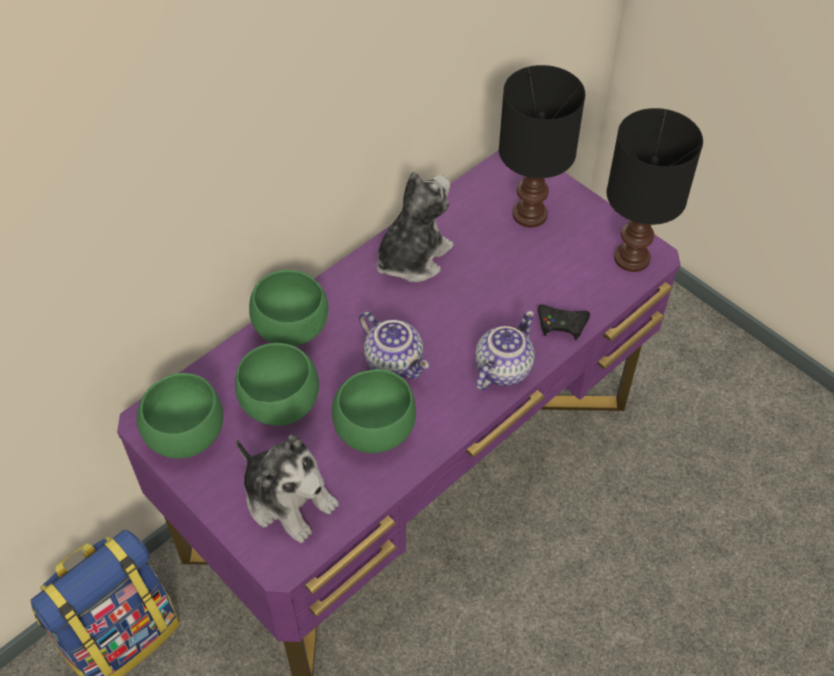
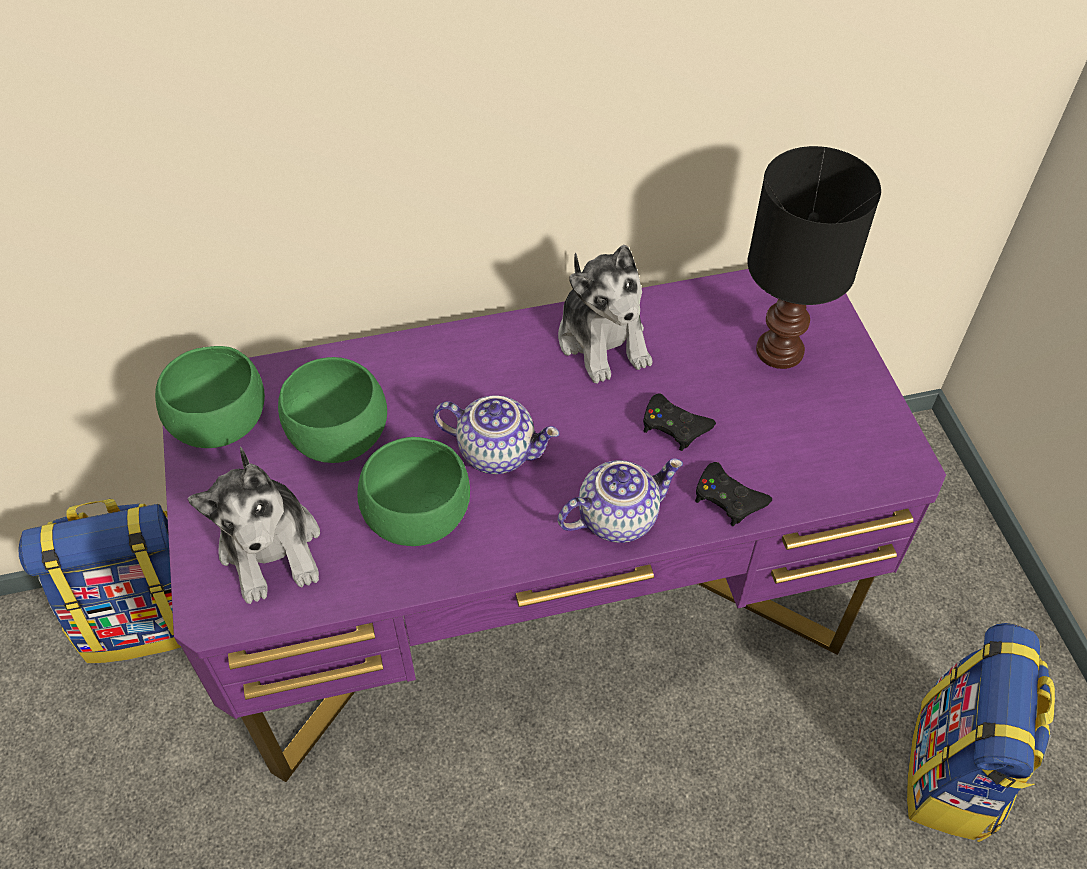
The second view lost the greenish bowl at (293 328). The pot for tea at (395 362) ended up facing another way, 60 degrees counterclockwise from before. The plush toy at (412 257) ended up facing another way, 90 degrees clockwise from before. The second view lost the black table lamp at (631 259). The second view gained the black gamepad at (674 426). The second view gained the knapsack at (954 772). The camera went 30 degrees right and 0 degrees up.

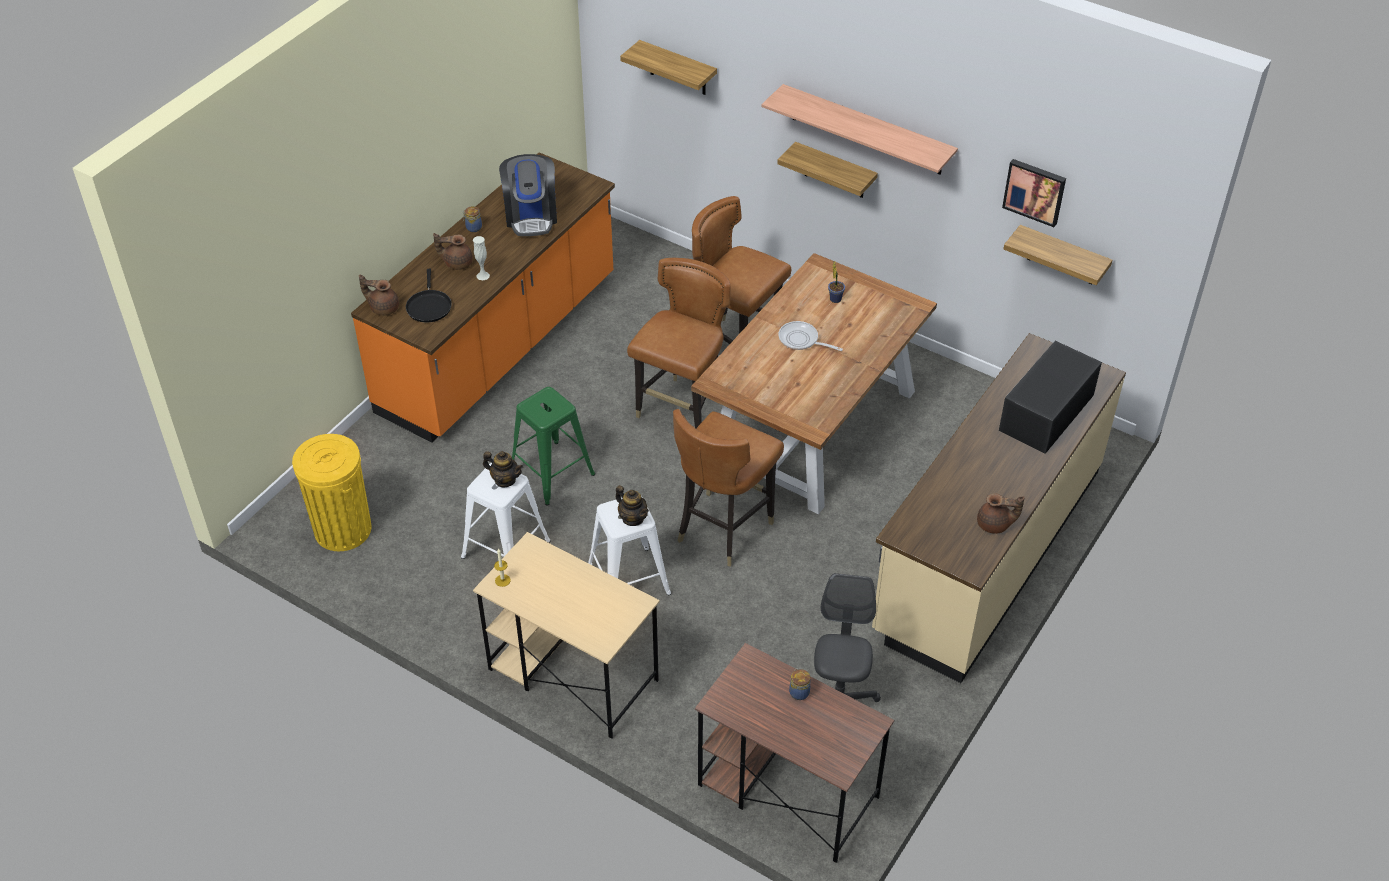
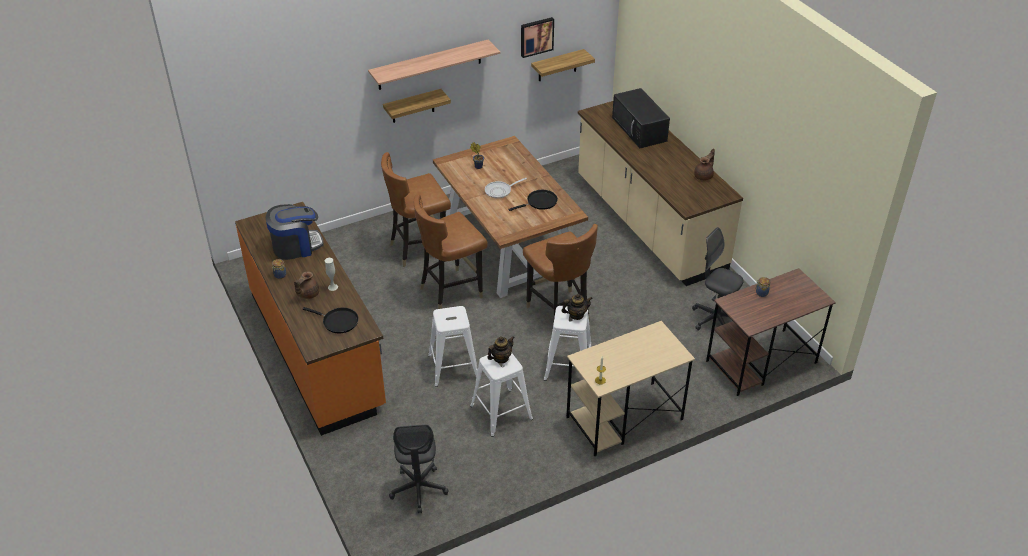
Where the yellowish trash can stood at (342 529), the greyish desk chair came to stand at (418 489). The second view lost the brownish pot for tea at (383 307). The coffee brewer at (531 216) ended up facing another way, 45 degrees counterclockwise from before. What was the greenish stool at (553 472) turned into the white-coloured stool at (454 366). The second view lost the bracket shelf at (678 69). The brownish upright chair at (682 410) ended up facing another way, 90 degrees counterclockwise from before. The second view gained the black pan at (540 202). The camera went 60 degrees left and 5 degrees down.

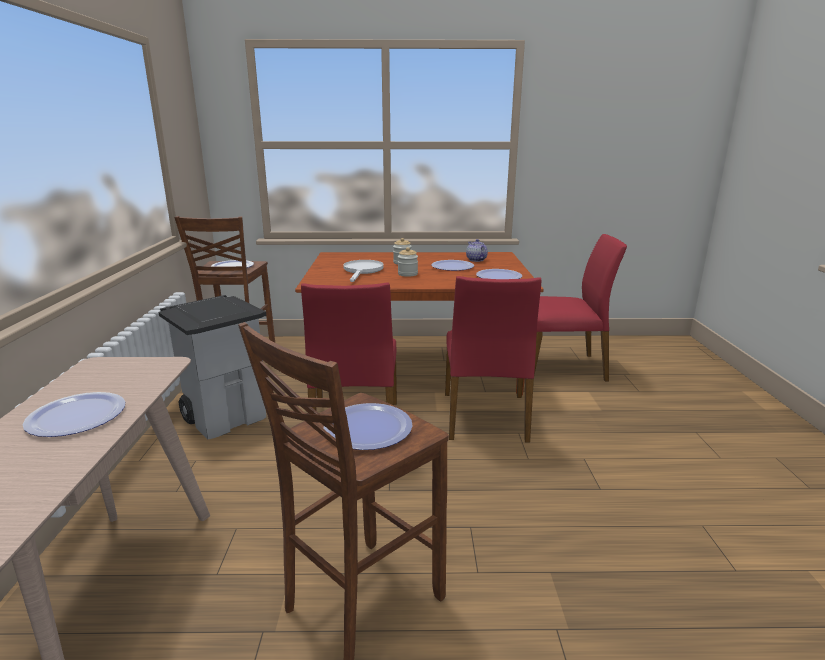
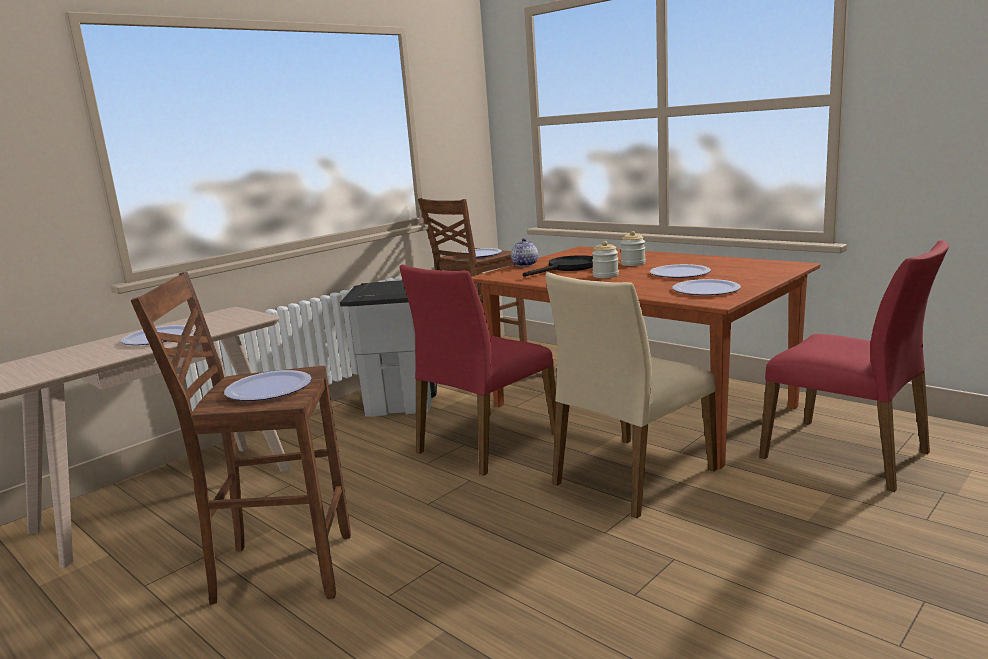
What was the white-coloured pan at (362 271) turned into the black pan at (568 268). What was the red-coloured upright chair at (485 417) turned into the beige upright chair at (631 476). The pot for tea ended up elsewhere, having gone from (476 260) to (524 265). The camera went 45 degrees right and 5 degrees down.

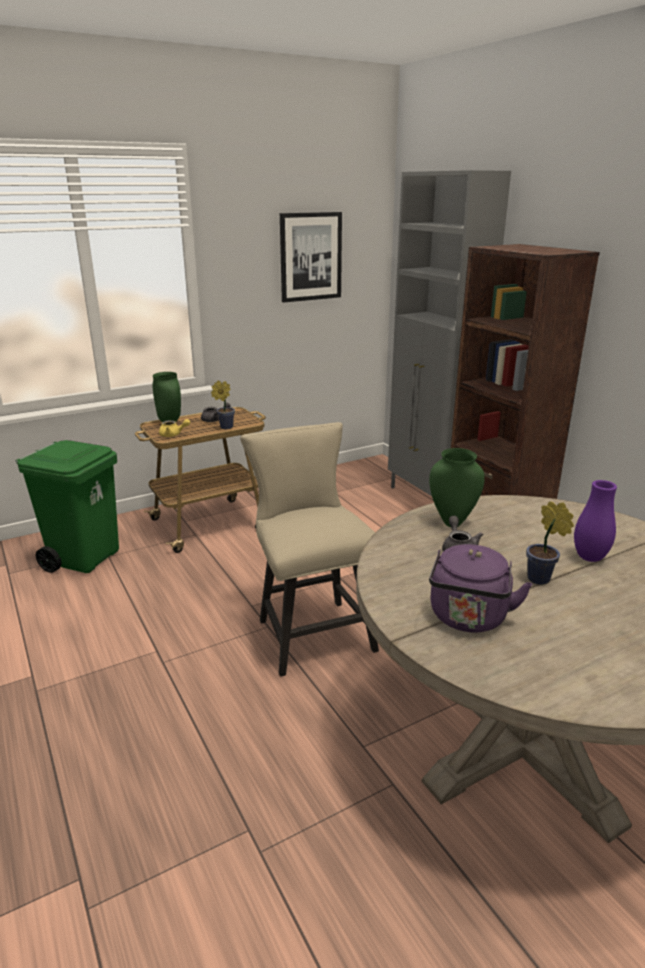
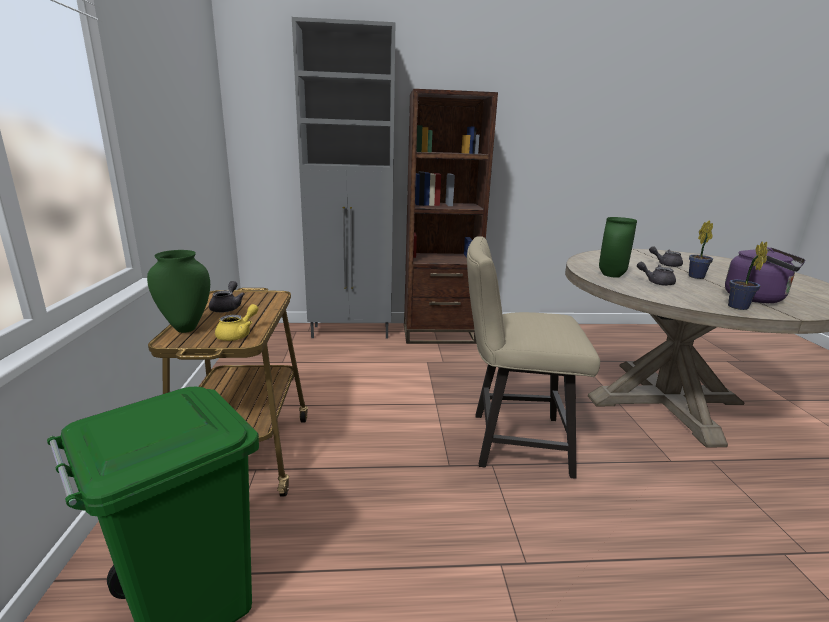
The plant in a pot ended up elsewhere, having gone from (224 427) to (738 308). The second view lost the wall art at (310 257). Where the purplish flower vase stood at (589 558), the greyish pot for tea came to stand at (666 264). The camera went 65 degrees left and 5 degrees down.

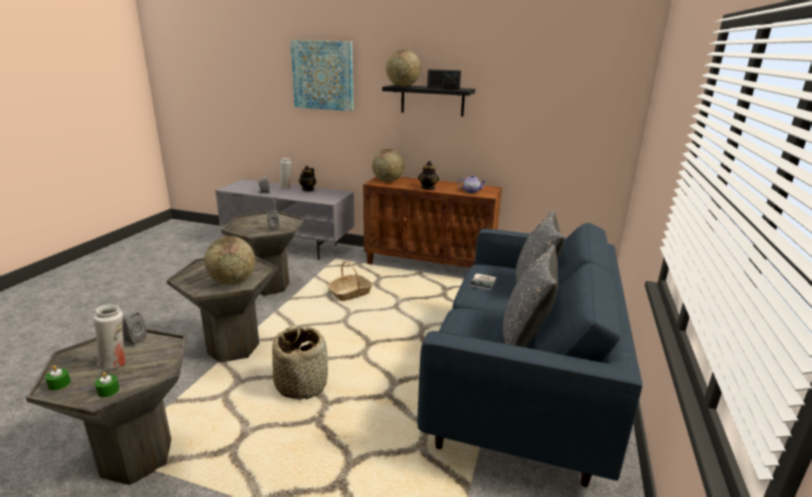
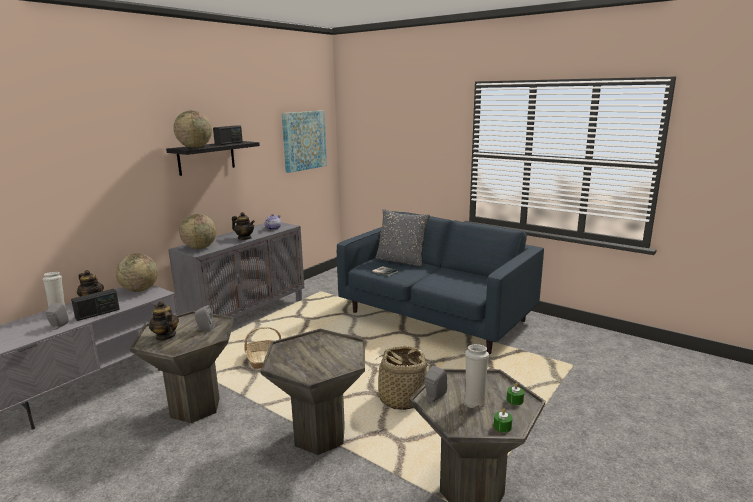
The world globe ended up elsewhere, having gone from (232 281) to (140 290). The wall art ended up elsewhere, having gone from (323 75) to (304 140). What was the brownish cabinet at (430 265) turned into the greyish cabinet at (247 315). The second view lost the greyish cushion at (524 336). The second view gained the radio receiver at (97 314). The second view gained the pot for tea at (165 336). The camera went 70 degrees left and 5 degrees down.

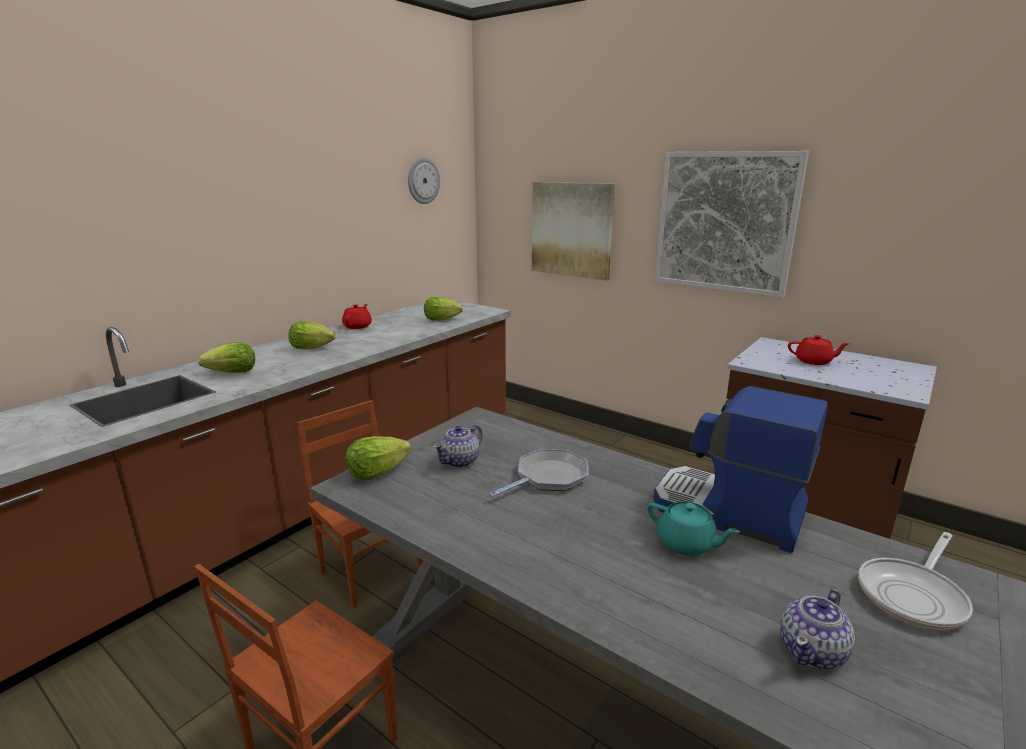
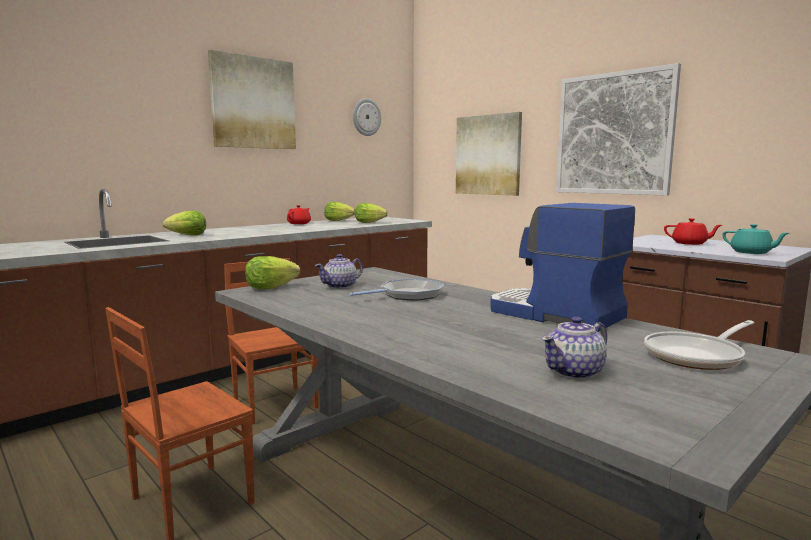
The lettuce ended up elsewhere, having gone from (311 348) to (338 221). The blue-green pot for tea ended up elsewhere, having gone from (686 544) to (751 252). The second view gained the wall art at (253 103). The camera went 10 degrees right and 10 degrees down.

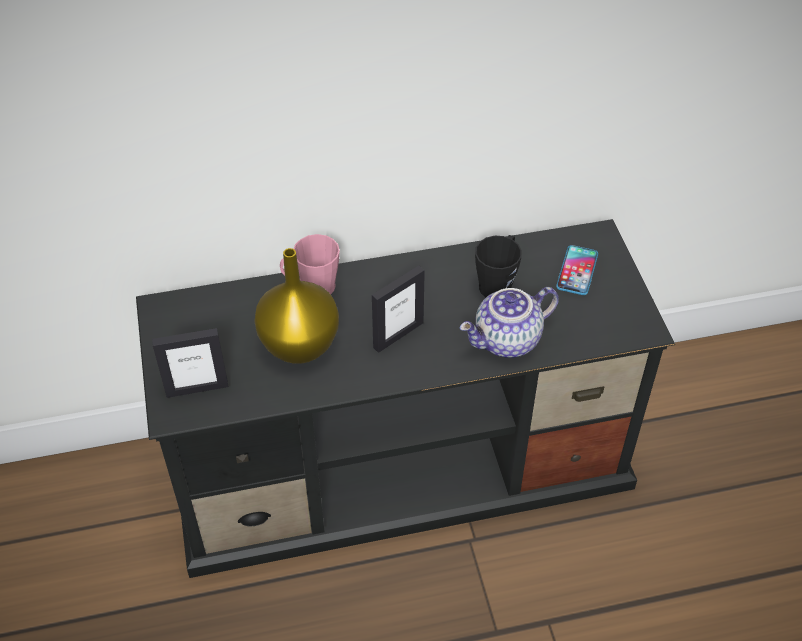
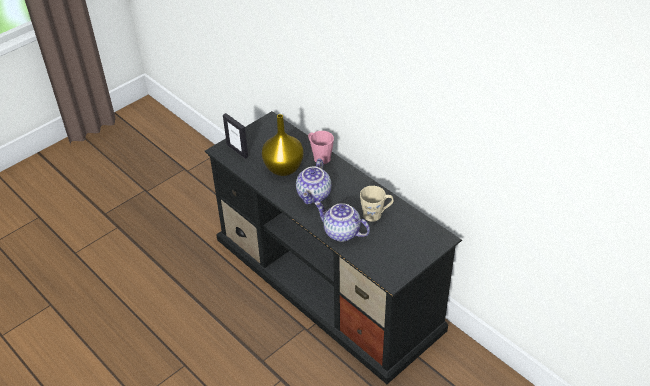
Where the picture frame stood at (398 335), the pot for tea came to stand at (314 195). What was the black coffee mug at (497 283) turned into the beige coffee mug at (376 214). The second view lost the handset at (577 271). The camera went 60 degrees right and 5 degrees down.

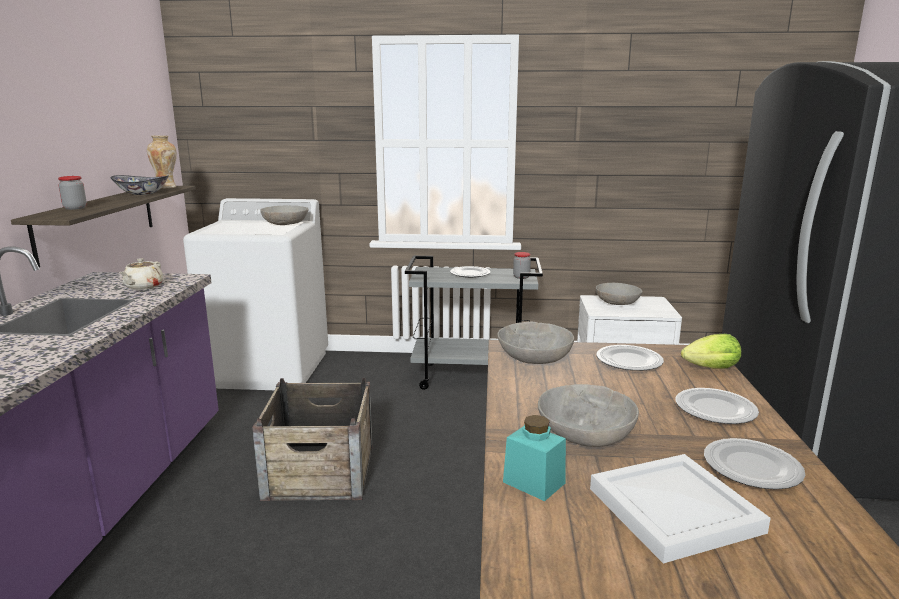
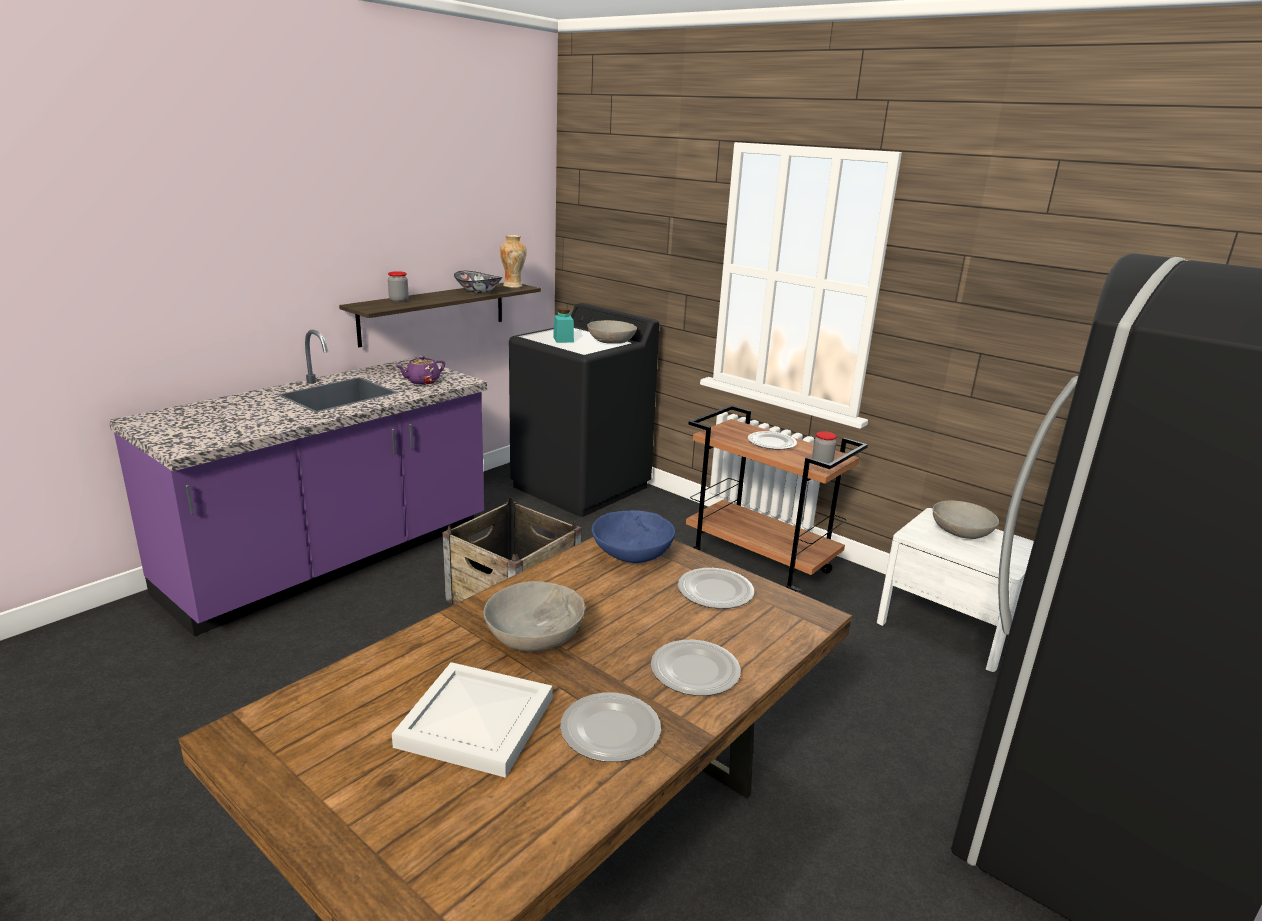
What was the beige pot for tea at (143 287) turned into the purplish pot for tea at (422 381). What was the white-coloured laundry appliance at (270 369) turned into the black laundry appliance at (581 487). What was the greyish wheeled cart at (474 377) turned into the brownish wheeled cart at (761 564). What was the greyish bowl at (534 357) turned into the blue bowl at (631 552). The blue-green jar ended up elsewhere, having gone from (534 482) to (563 339). The second view lost the lettuce at (707 369). The camera went 35 degrees right and 5 degrees up.

